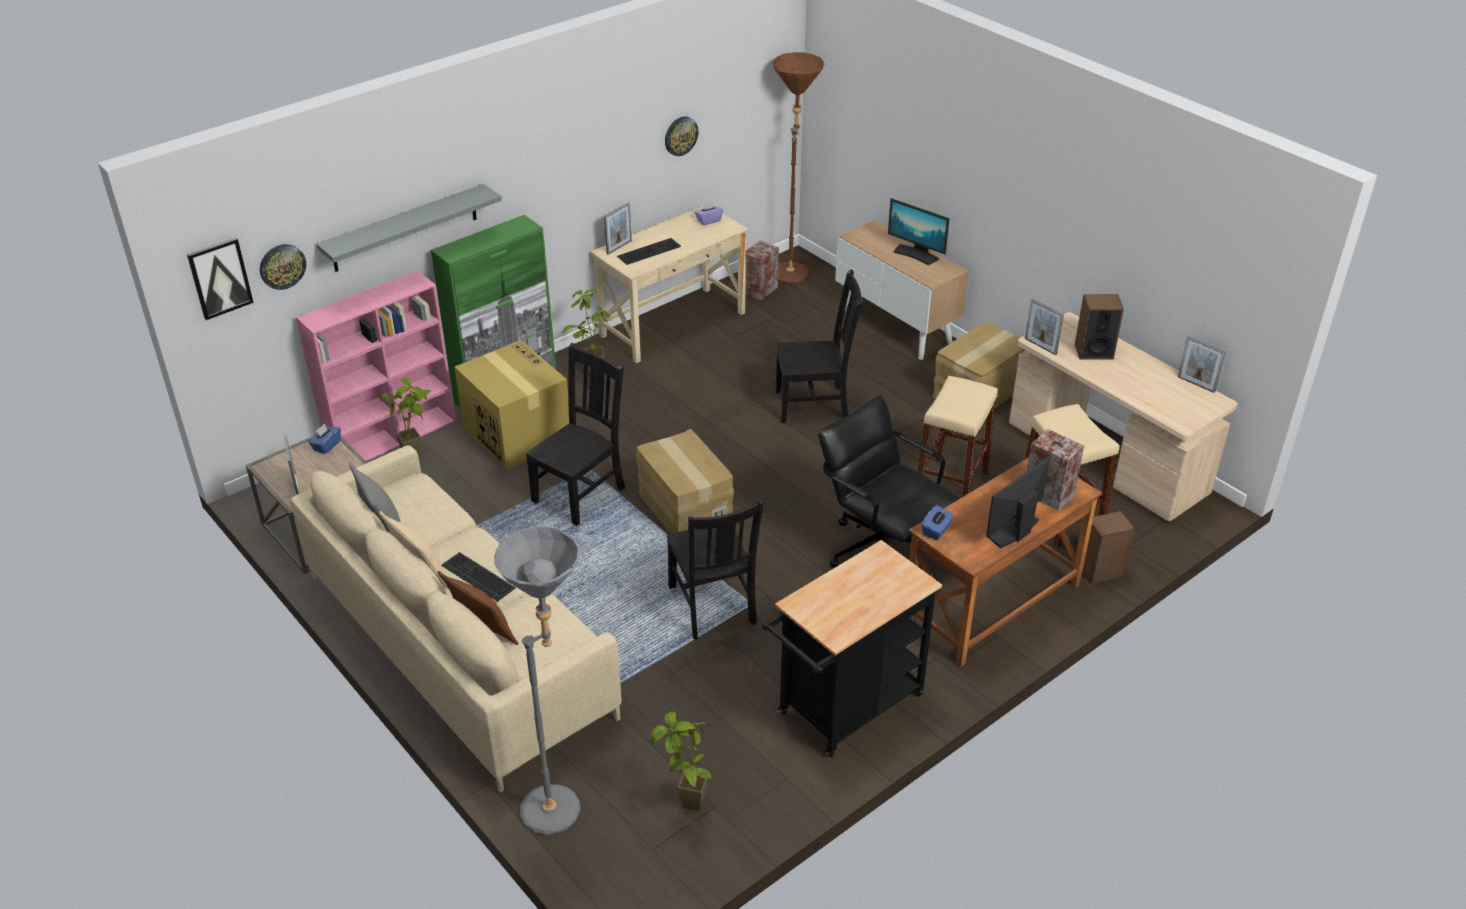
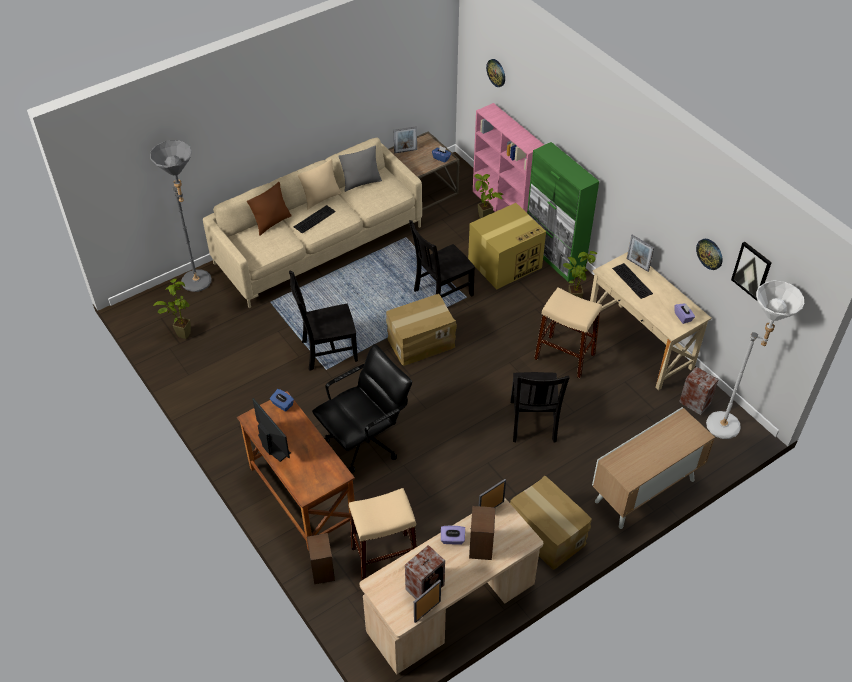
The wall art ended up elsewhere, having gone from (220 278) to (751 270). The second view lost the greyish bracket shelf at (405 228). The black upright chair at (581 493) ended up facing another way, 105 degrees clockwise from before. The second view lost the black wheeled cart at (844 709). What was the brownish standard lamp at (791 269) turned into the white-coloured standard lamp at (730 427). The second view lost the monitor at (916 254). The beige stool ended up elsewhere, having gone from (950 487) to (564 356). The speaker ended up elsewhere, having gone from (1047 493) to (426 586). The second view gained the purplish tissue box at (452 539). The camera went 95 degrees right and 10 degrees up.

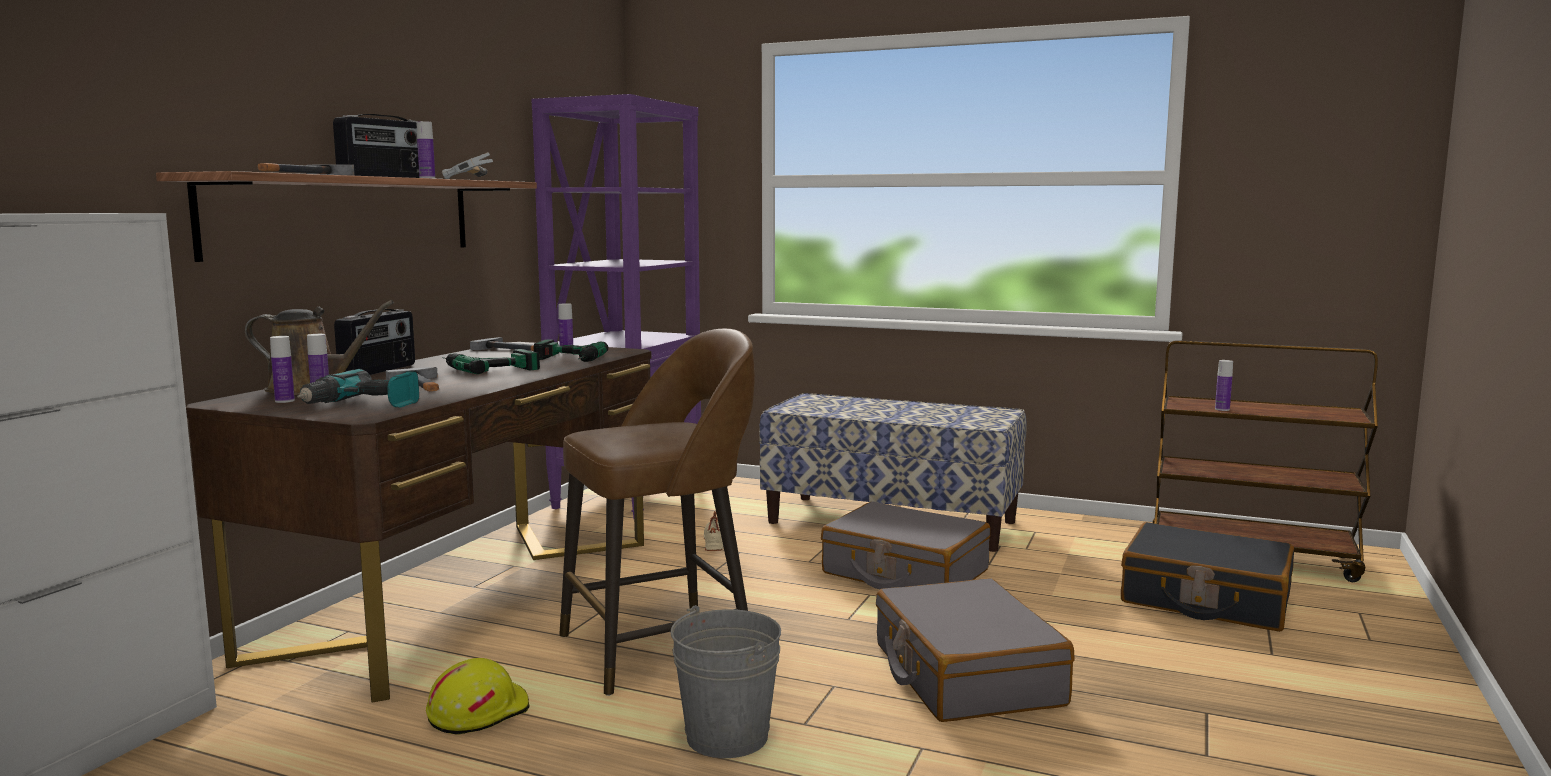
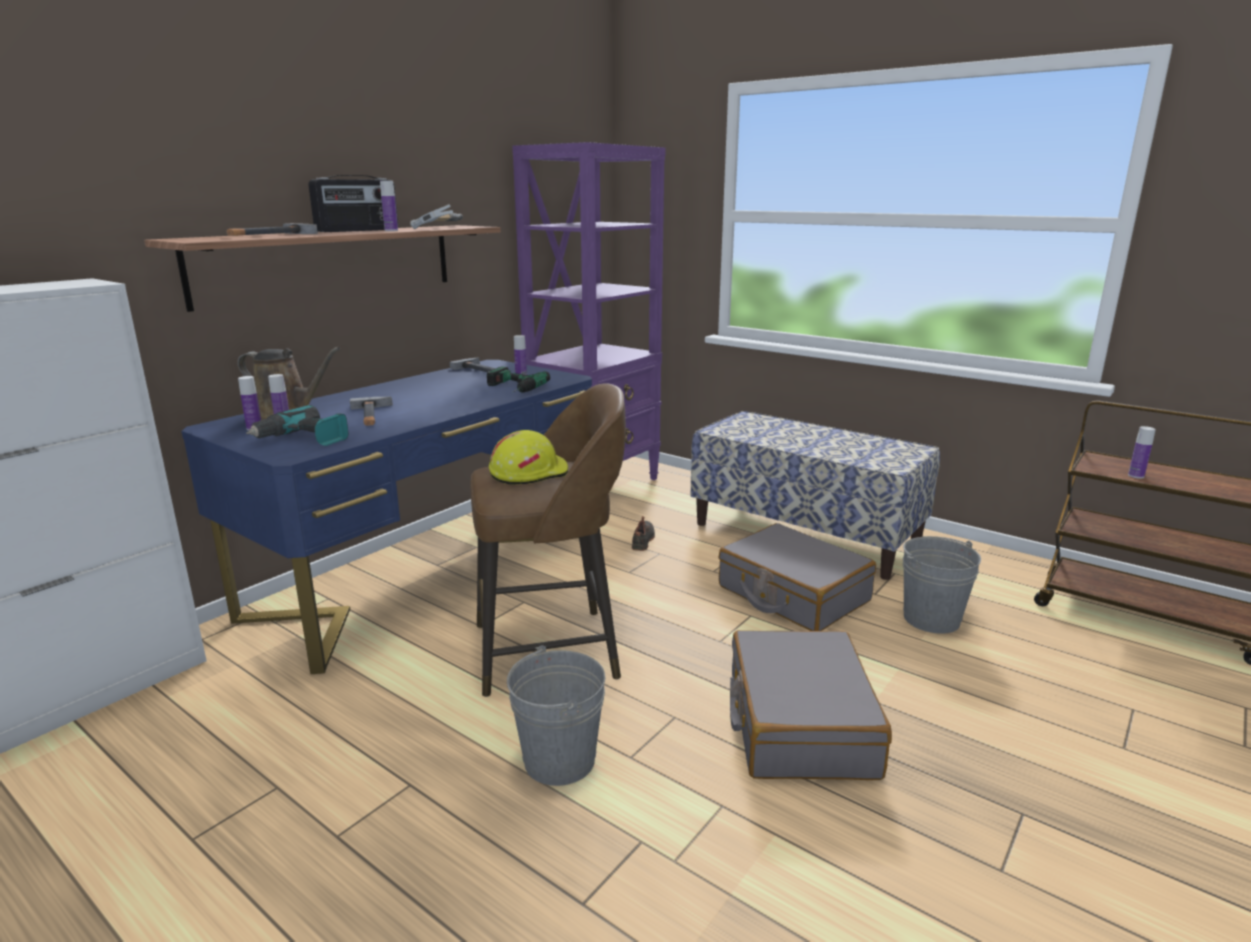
What was the brownish desk table at (467 595) turned into the blue desk table at (428 573). The second view lost the radio receiver at (379 370). The yellowish safety helmet ended up elsewhere, having gone from (478 712) to (528 473). The second view lost the power drill at (486 368). What was the beige item of footwear at (715 542) turned into the black item of footwear at (643 541). The second view lost the black suitcase at (1205 599). The second view gained the greyish water bucket at (931 619). The camera went 15 degrees right and 10 degrees up.

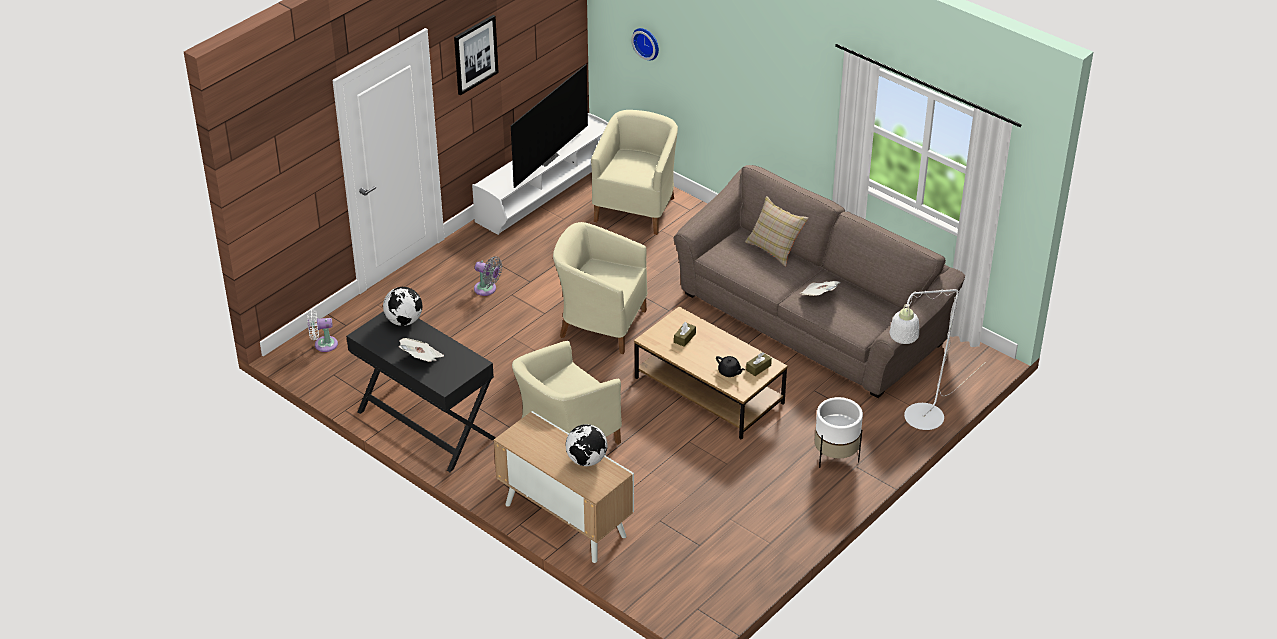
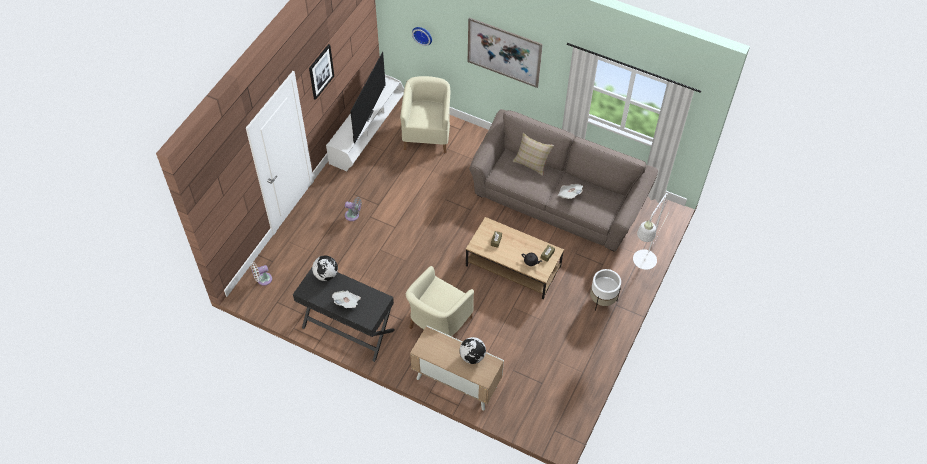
The second view lost the beige lounge chair at (600 324). The second view gained the wall art at (504 52). The camera went 15 degrees left and 15 degrees up.

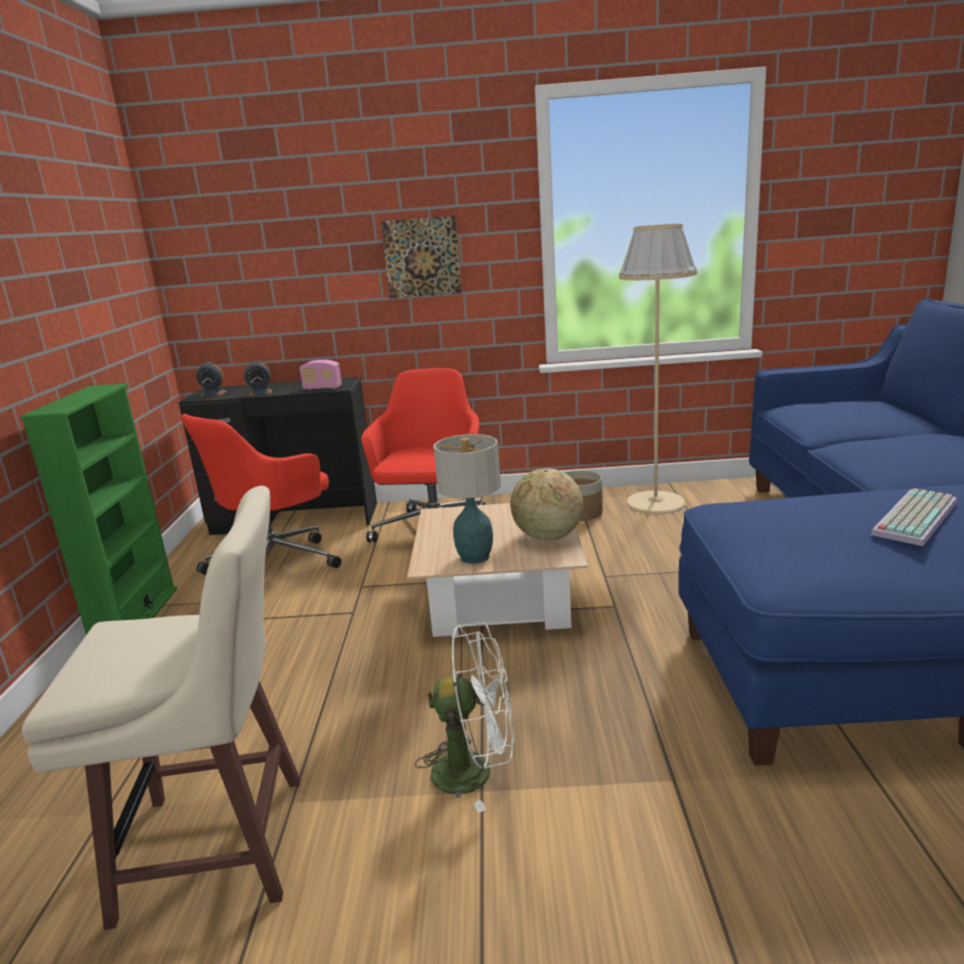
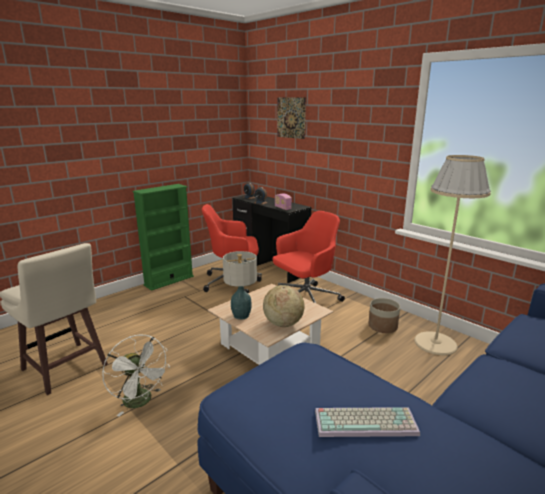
The wall art ended up elsewhere, having gone from (421 257) to (291 117). The camera went 45 degrees right and 0 degrees up.

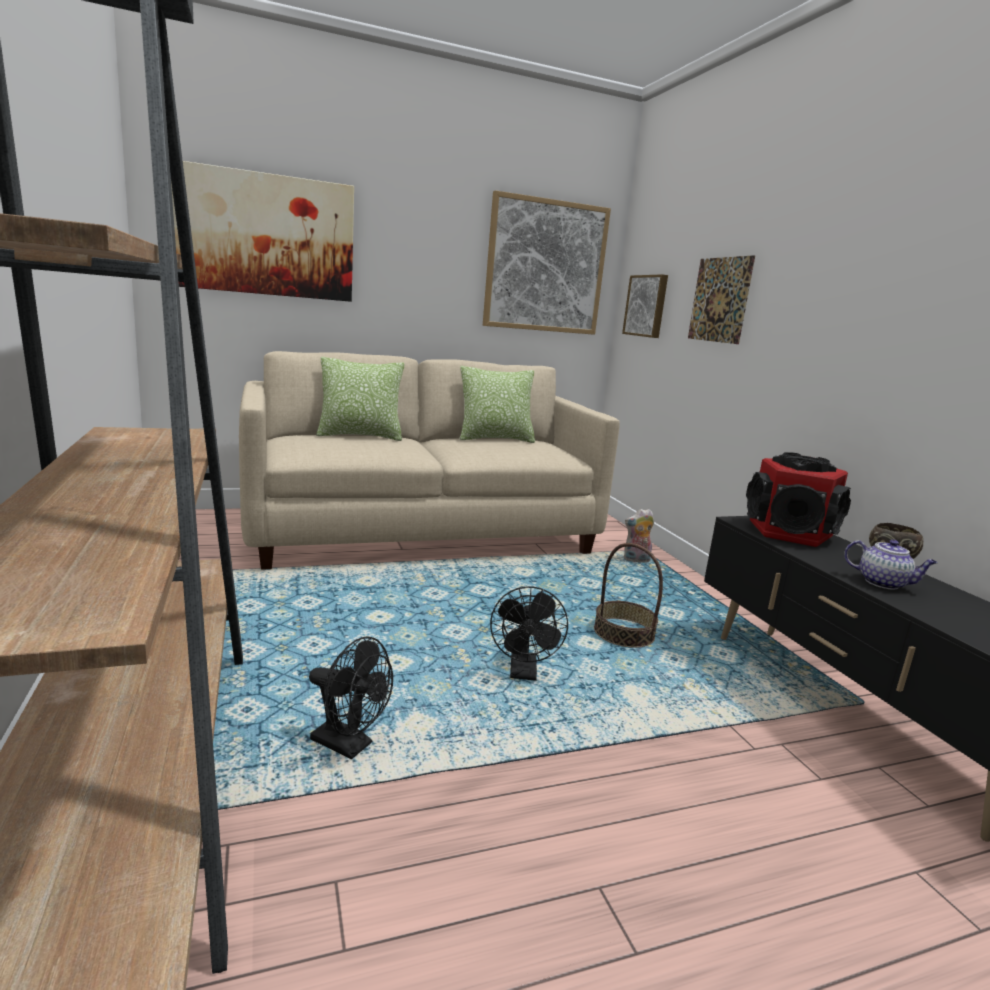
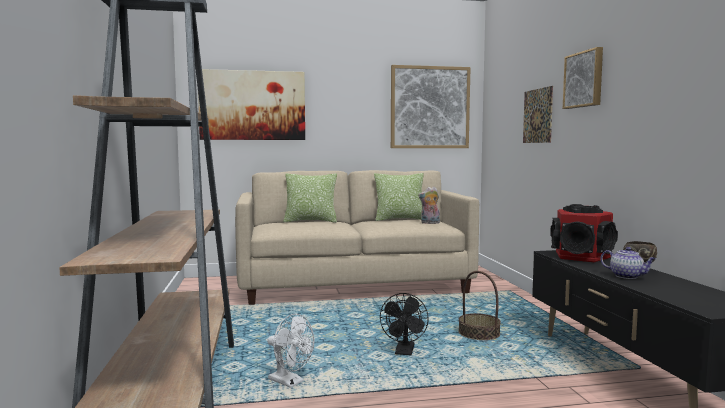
What was the black fan at (349 745) turned into the white-coloured fan at (290 382). The wall art ended up elsewhere, having gone from (647 306) to (584 79). The plush toy ended up elsewhere, having gone from (636 560) to (430 223). The camera went 10 degrees right and 10 degrees down.

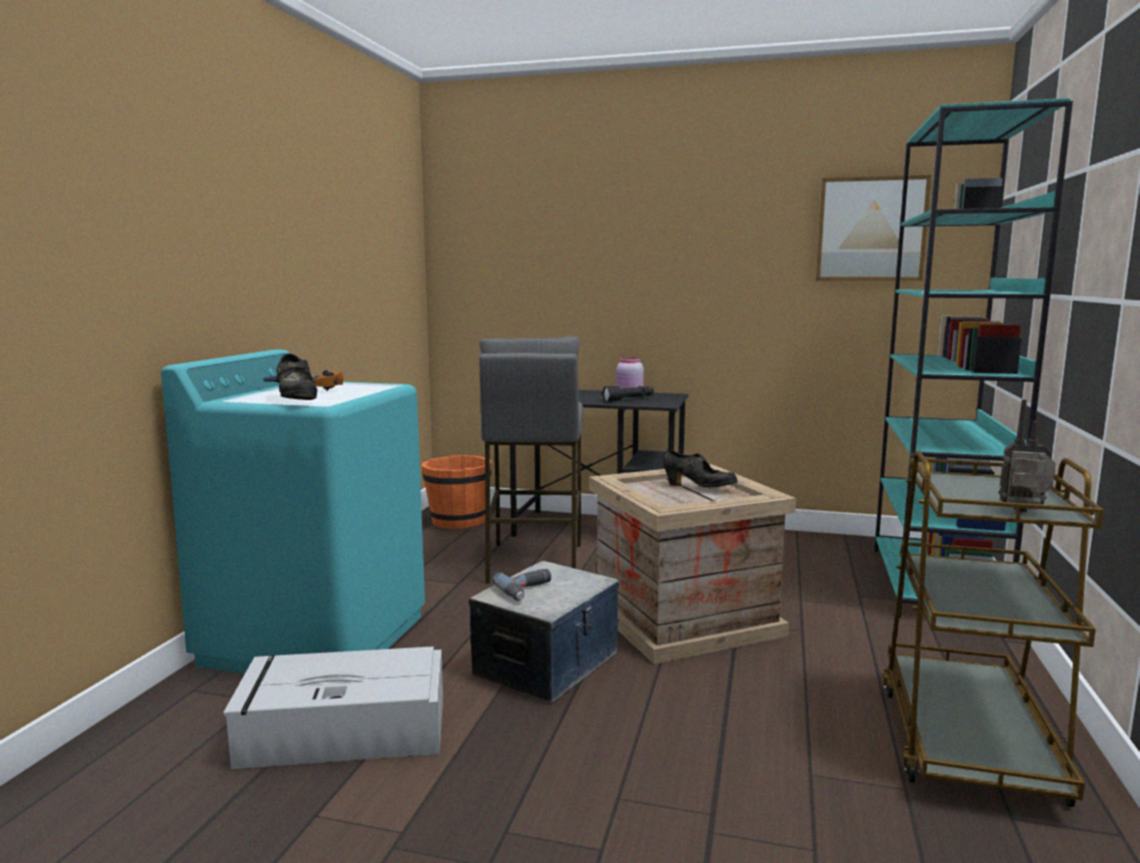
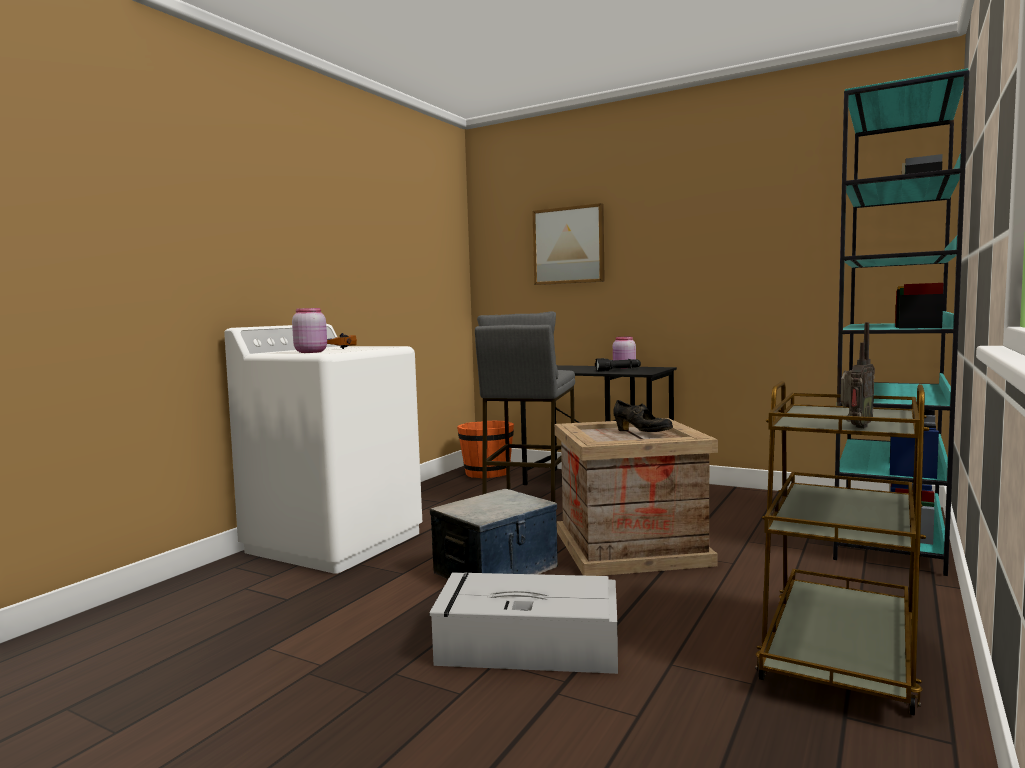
What was the blue-green laundry appliance at (316 638) turned into the white-coloured laundry appliance at (335 542). The greyish storage bin ended up elsewhere, having gone from (341 729) to (526 644). Where the black item of footwear stood at (297 400), the pinkish jar came to stand at (311 352). The second view lost the power drill at (528 590). The wall art ended up elsewhere, having gone from (871 229) to (569 245). The radio receiver at (1024 512) ended up facing another way, 105 degrees clockwise from before. The camera went 15 degrees right and 5 degrees down.

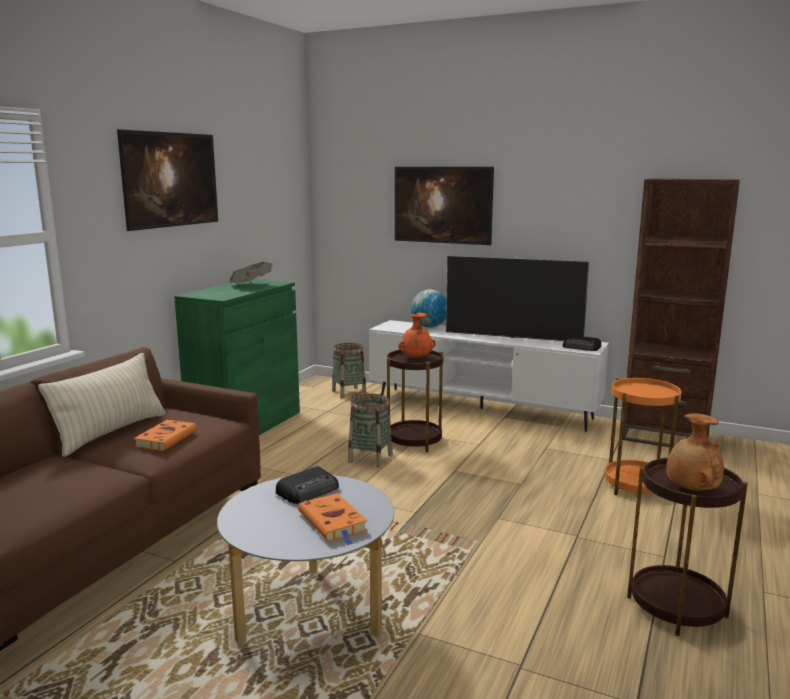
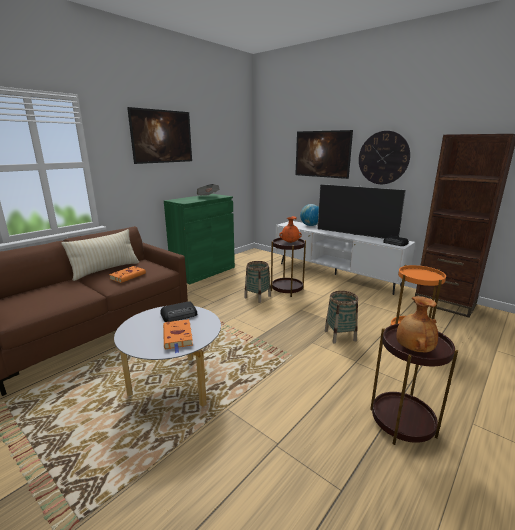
The household basket ended up elsewhere, having gone from (349 393) to (340 335). The second view gained the wall clock at (383 158). The camera went 15 degrees right and 5 degrees up.

